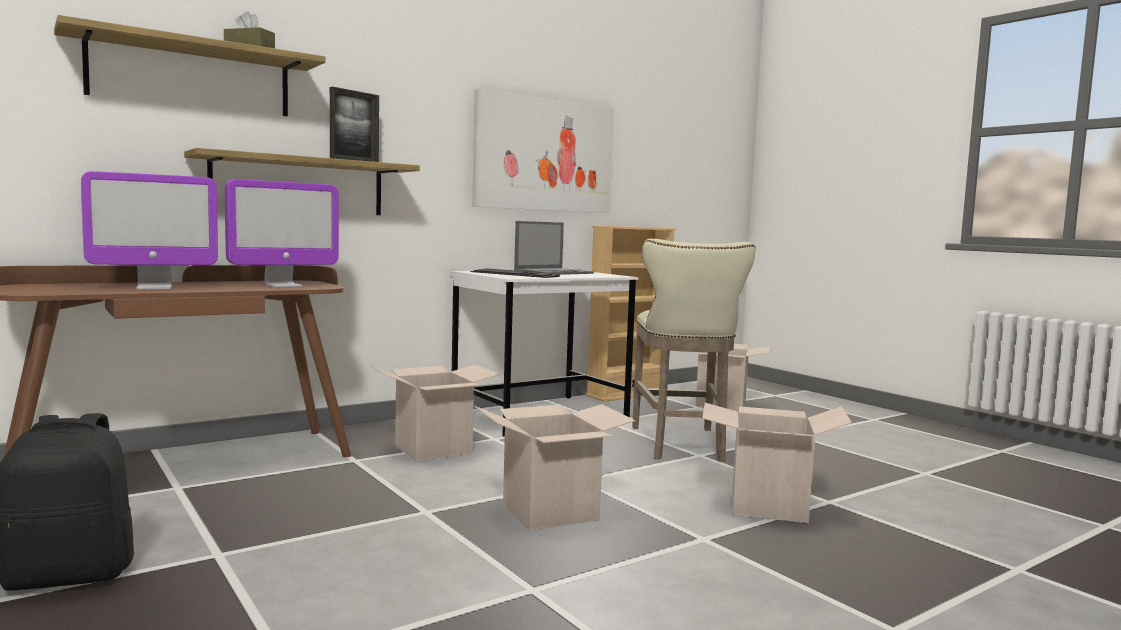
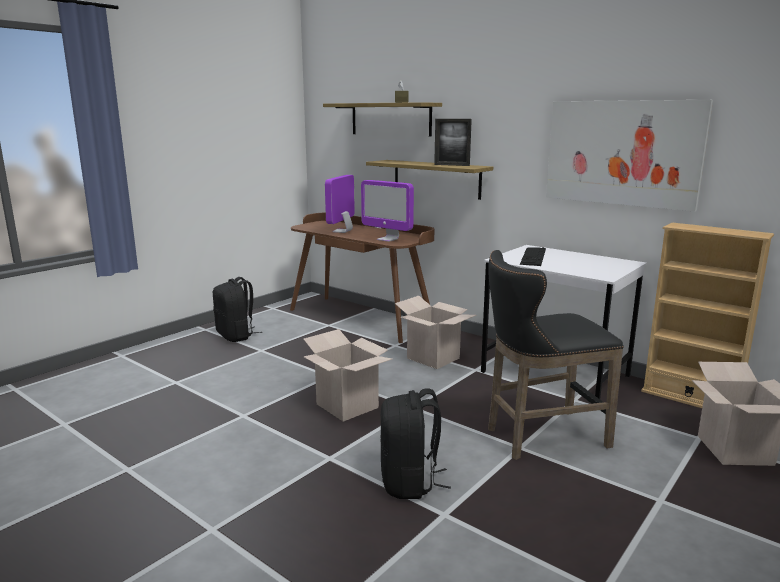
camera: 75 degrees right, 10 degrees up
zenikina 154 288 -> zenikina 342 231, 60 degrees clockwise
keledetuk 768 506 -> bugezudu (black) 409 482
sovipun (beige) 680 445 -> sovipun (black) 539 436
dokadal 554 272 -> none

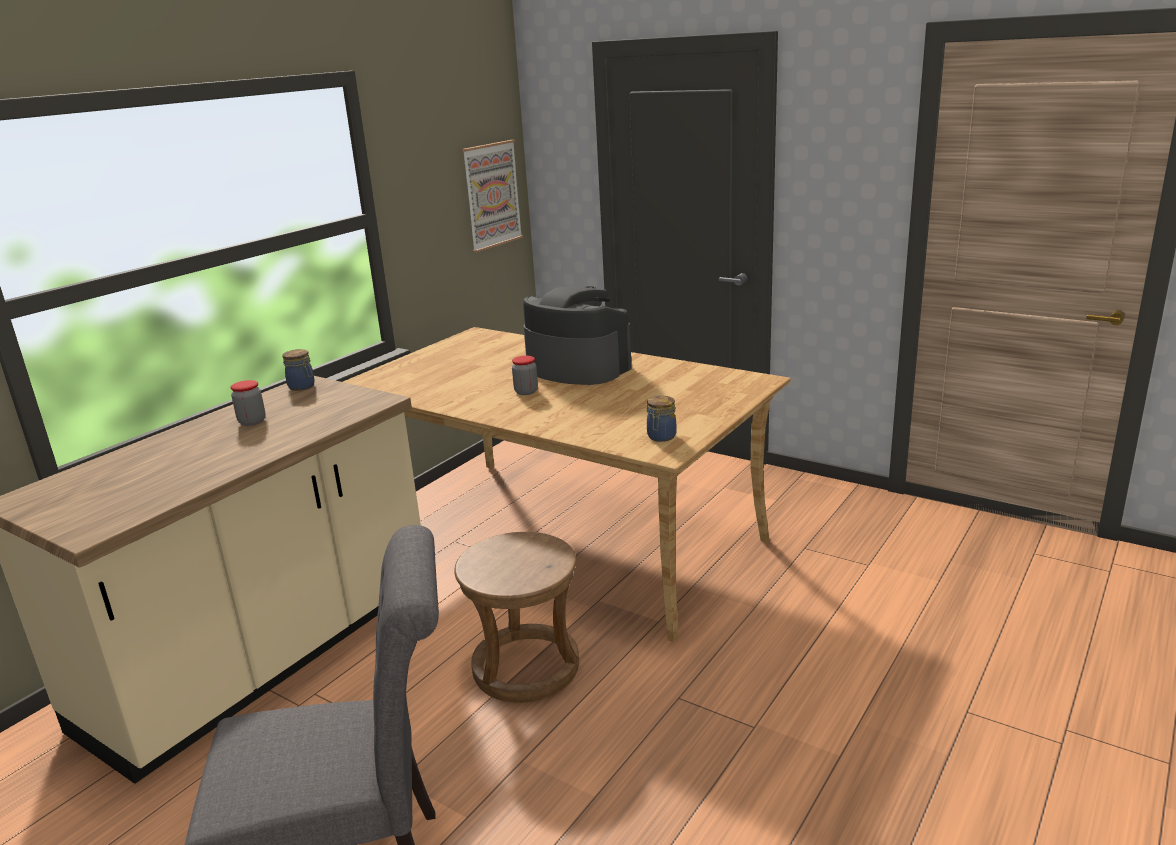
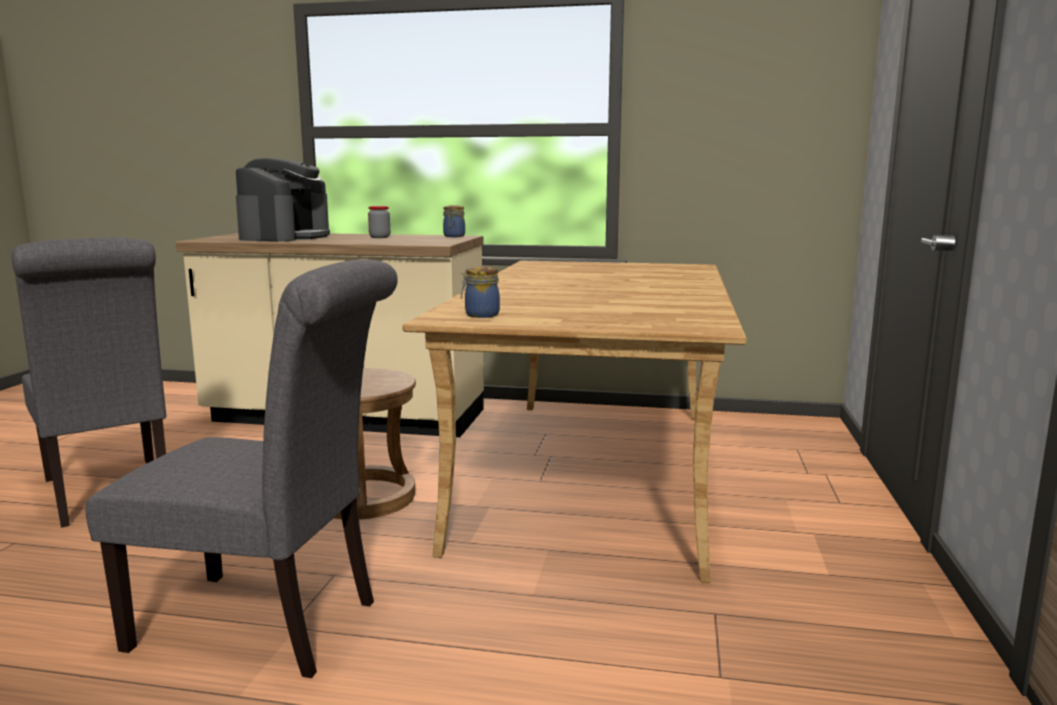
camera: 65 degrees right, 10 degrees down
none -> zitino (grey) 269 625
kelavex 577 368 -> kelavex 286 237, relocated
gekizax 491 195 -> none
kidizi 526 392 -> none

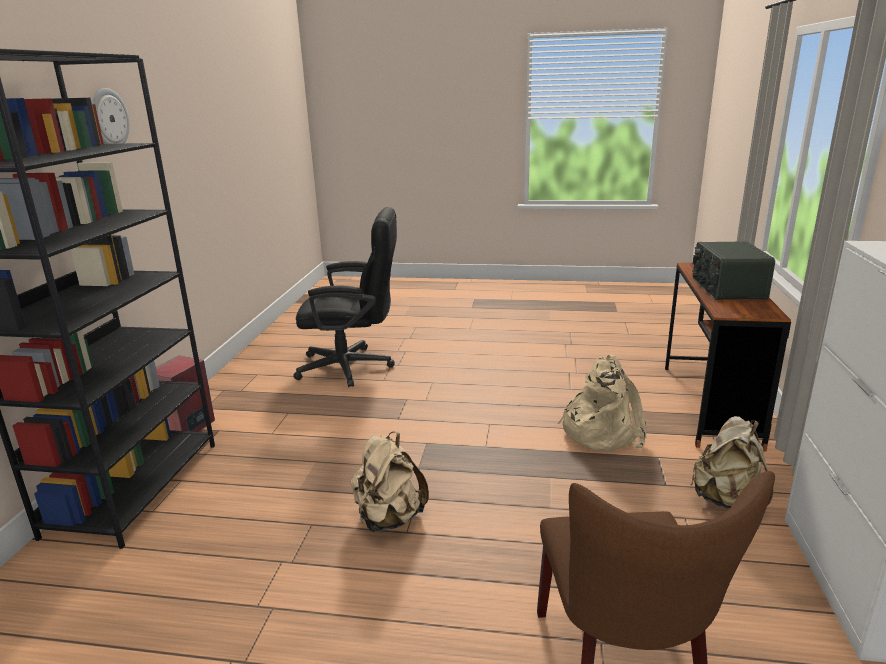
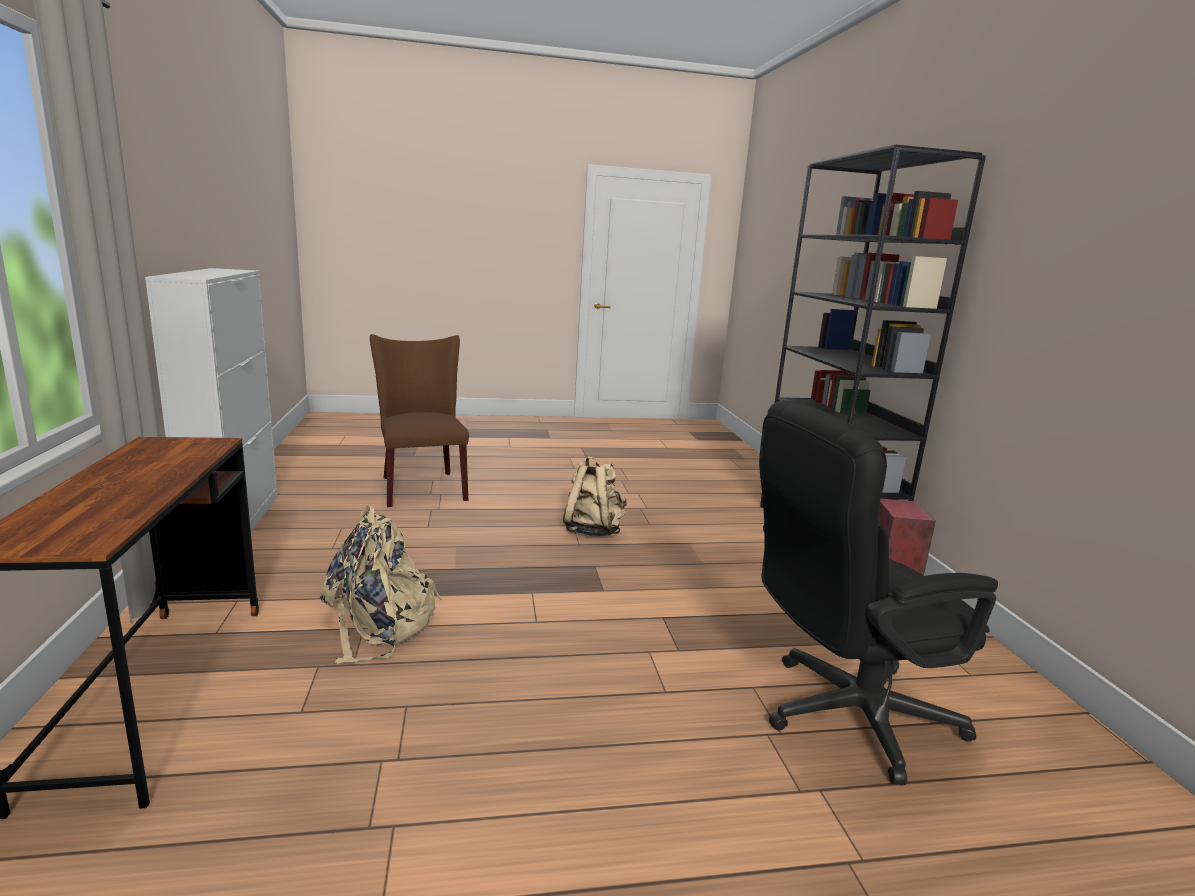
camera: 160 degrees right, 5 degrees down
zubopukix 108 119 -> none
bugezudu (beige) 727 500 -> none
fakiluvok 726 289 -> none

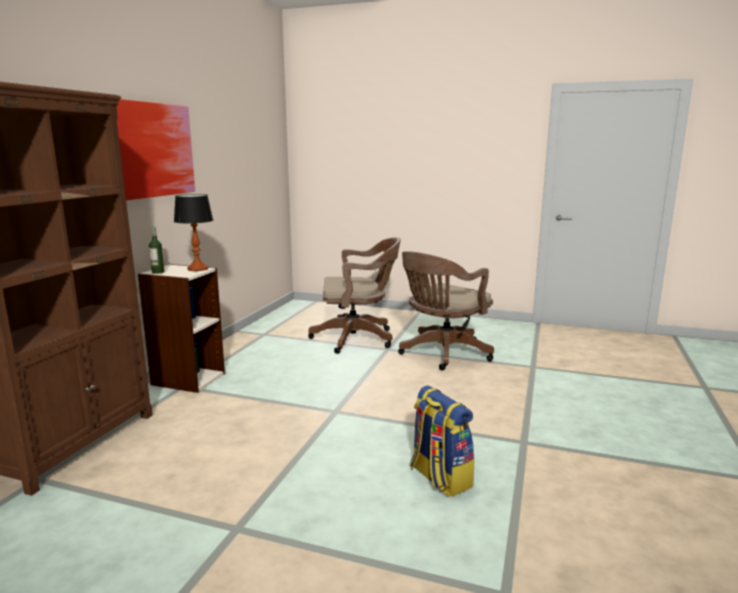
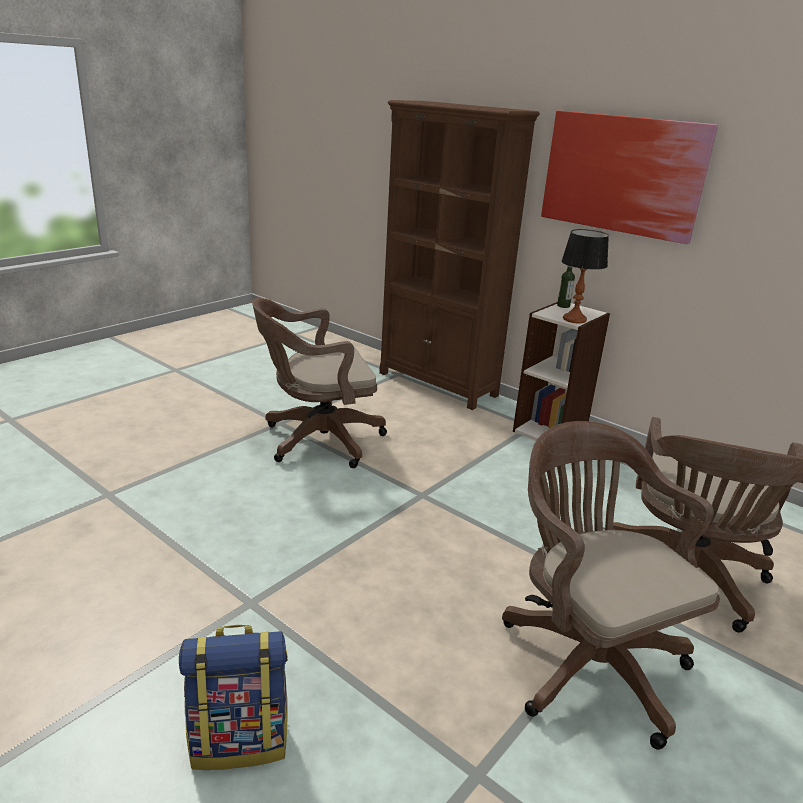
camera: 110 degrees right, 10 degrees up
bugezudu 439 478 -> bugezudu 240 740, relocated
none -> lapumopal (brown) 317 440

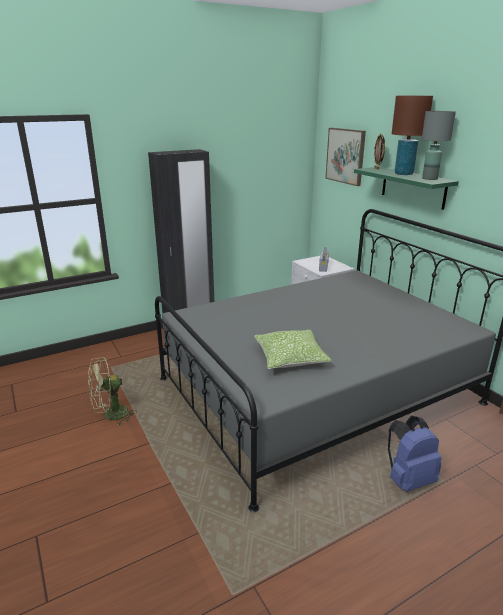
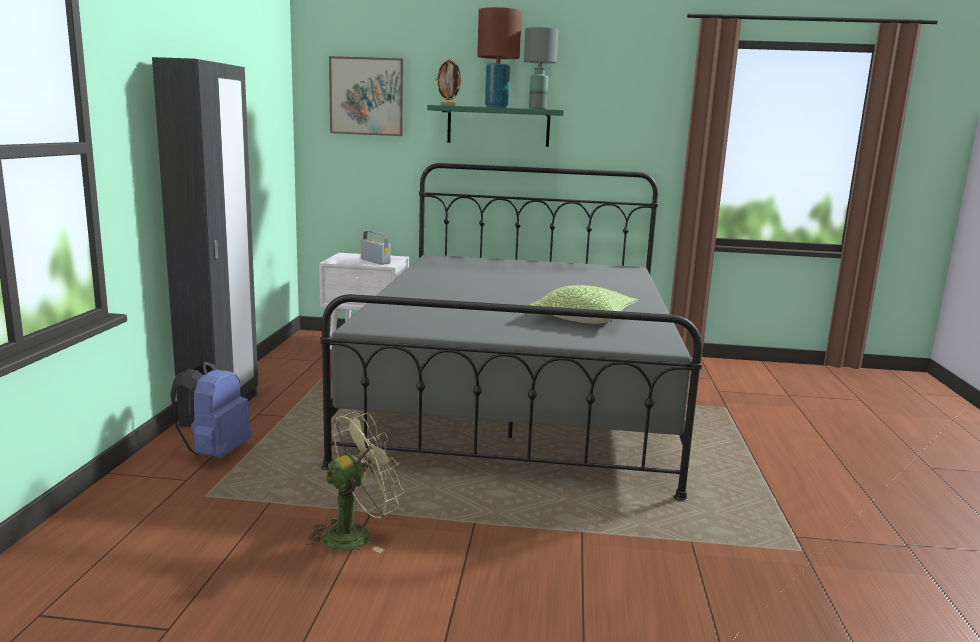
camera: 55 degrees left, 10 degrees down
bugezudu (blue) 408 479 -> bugezudu (blue) 215 453, relocated
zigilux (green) 110 415 -> zigilux (green) 356 534, 135 degrees counterclockwise

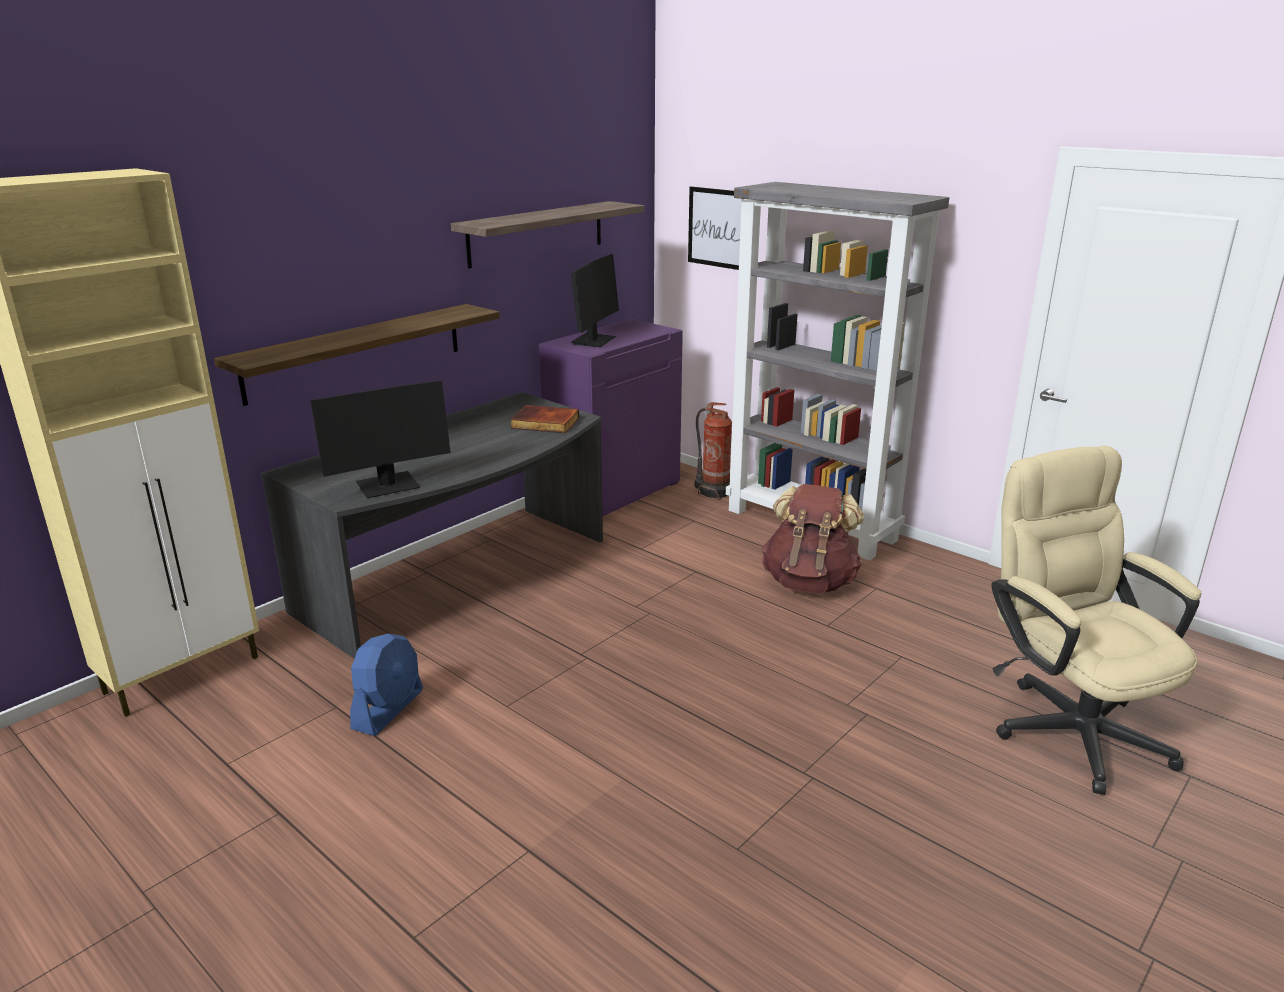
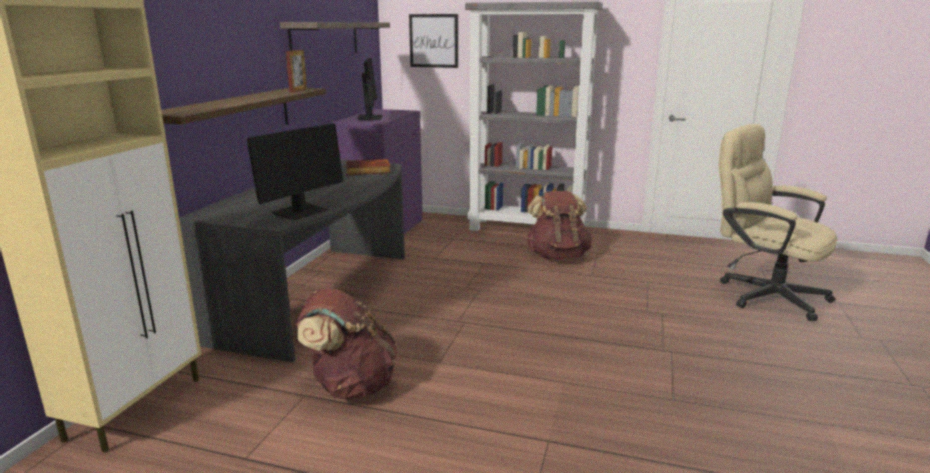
camera: 25 degrees left, 5 degrees down
none -> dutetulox 298 90
zigilux (blue) 388 709 -> bugezudu (brown) 350 386
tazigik 714 491 -> none

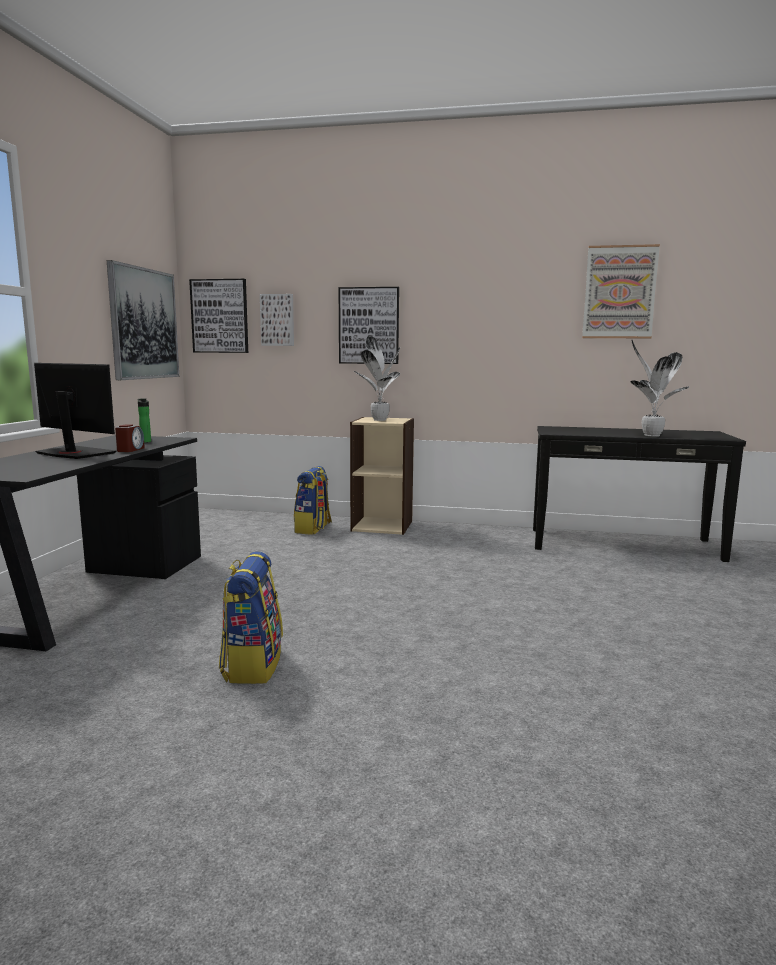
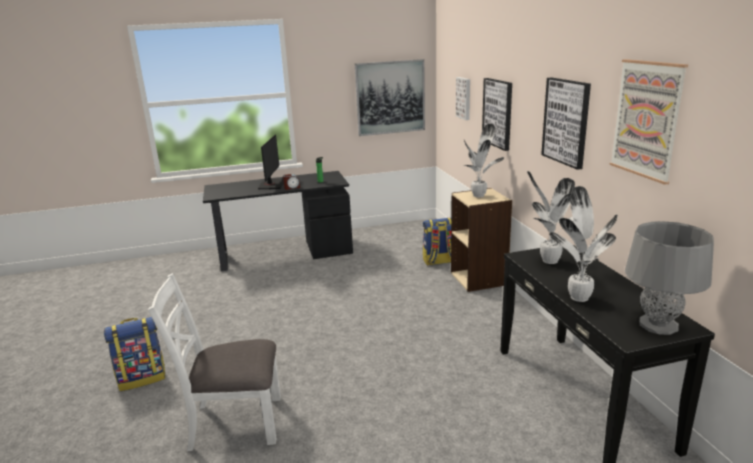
camera: 65 degrees right, 10 degrees up
bugezudu 252 665 -> bugezudu 142 378, relocated
none -> zitino (white) 235 422
none -> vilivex 548 261
gekizax 220 316 -> gekizax 566 121, relocated
none -> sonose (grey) 658 325

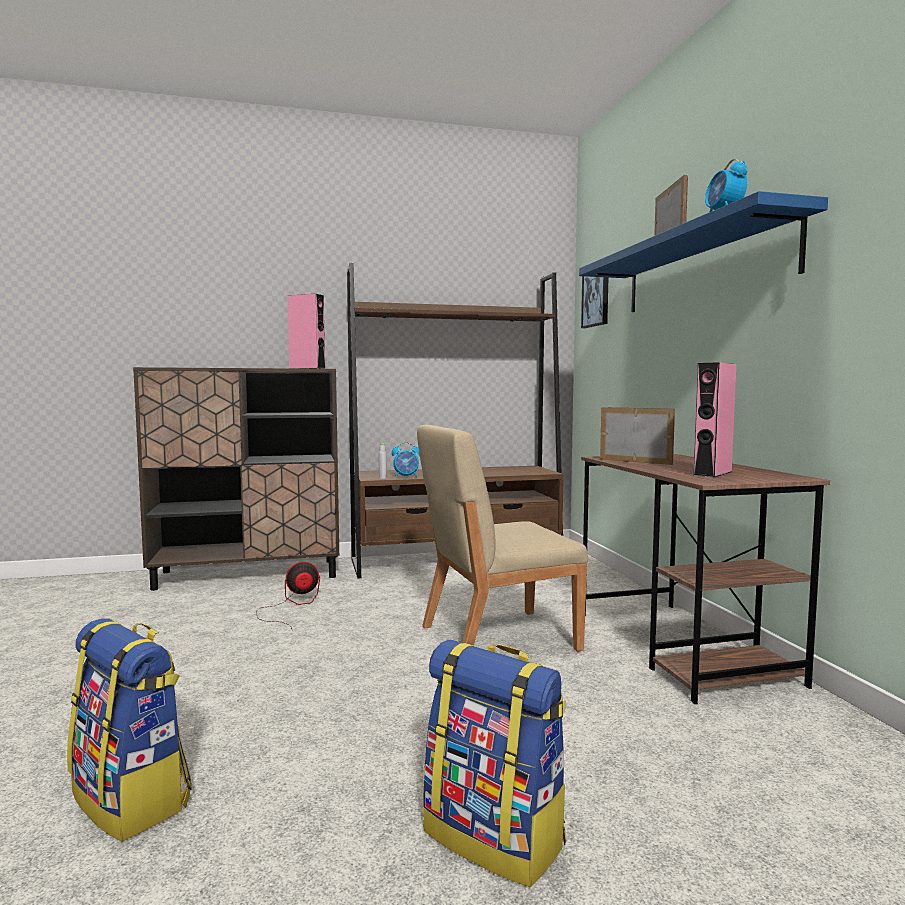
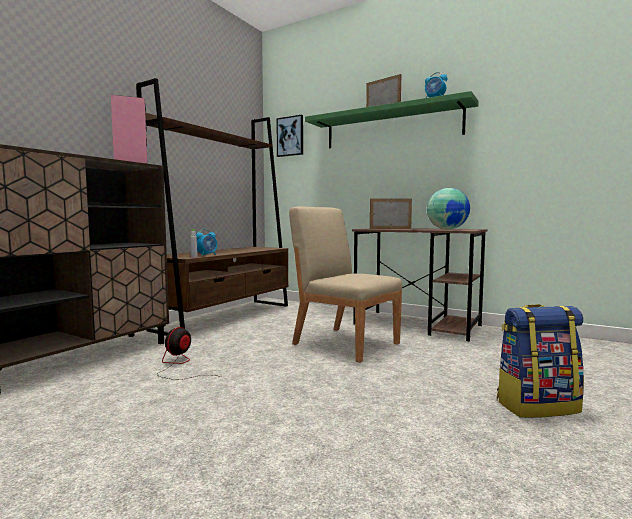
camera: 45 degrees left, 0 degrees up
zitino (beige) 496 637 -> zitino (beige) 345 343, 105 degrees clockwise
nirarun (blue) 702 269 -> nirarun (green) 391 127
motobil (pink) 712 473 -> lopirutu 447 229
bugezudu 133 799 -> none

